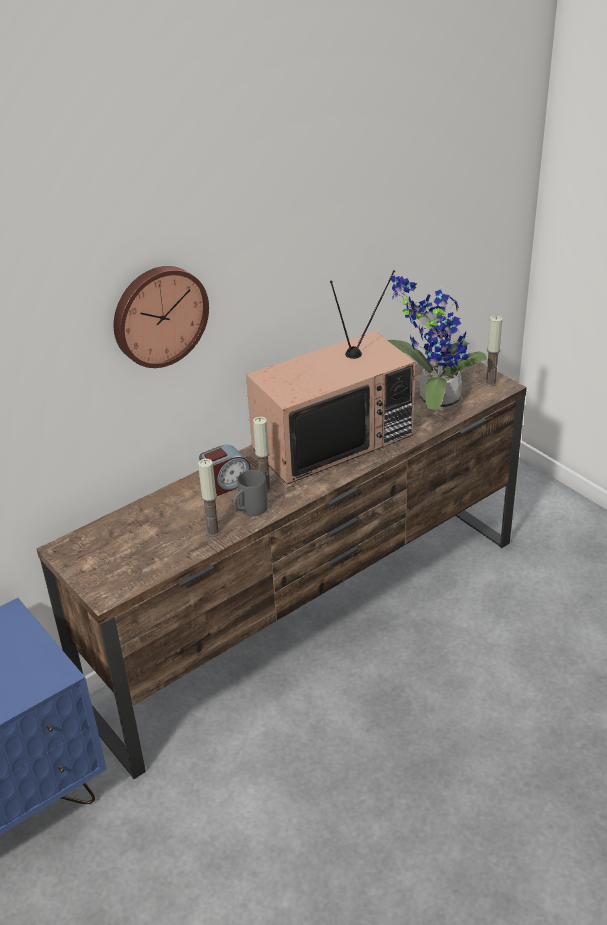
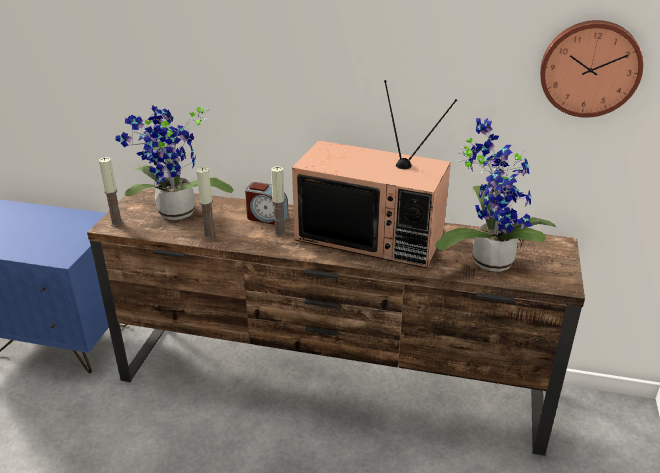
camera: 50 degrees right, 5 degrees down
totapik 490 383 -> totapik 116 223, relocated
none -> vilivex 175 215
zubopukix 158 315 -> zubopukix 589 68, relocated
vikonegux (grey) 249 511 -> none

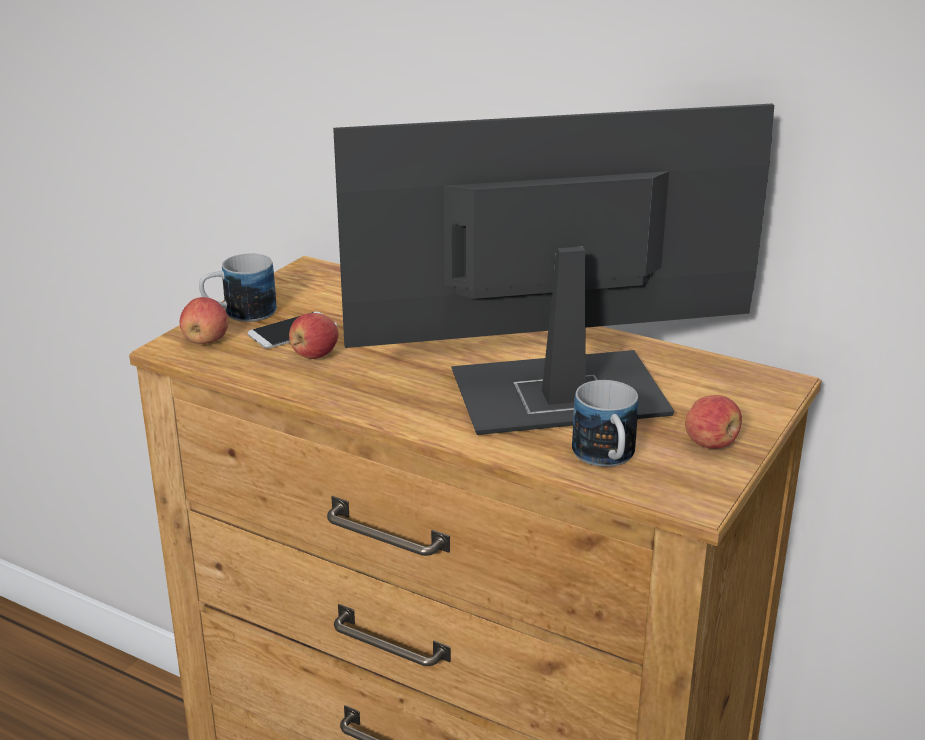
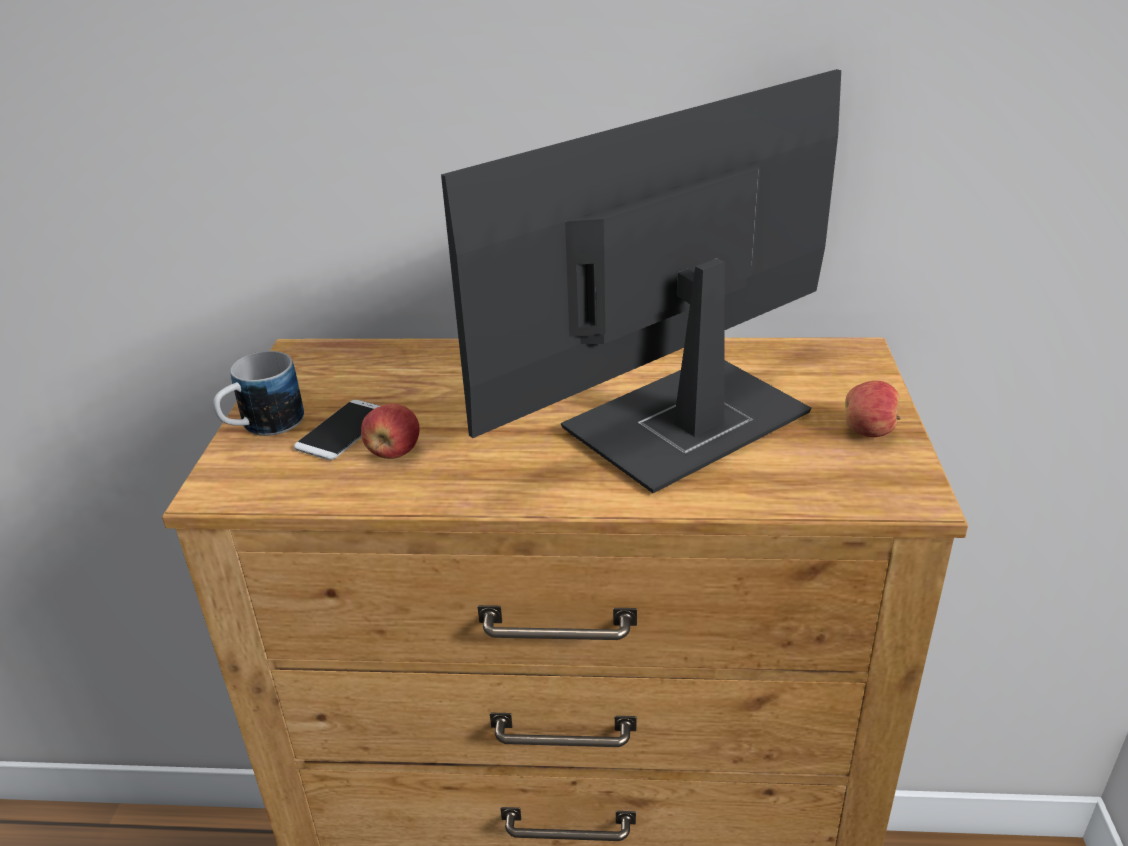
camera: 25 degrees left, 5 degrees up
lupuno 206 340 -> none
vikonegux 607 459 -> none

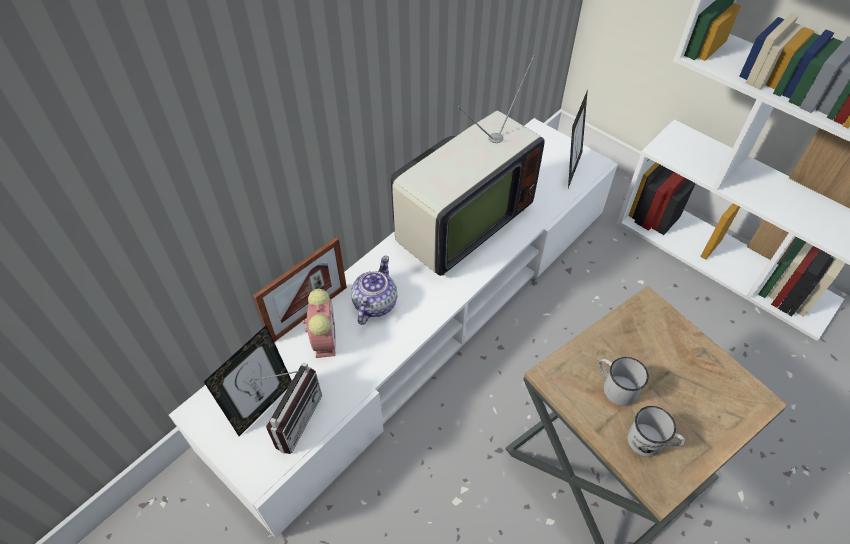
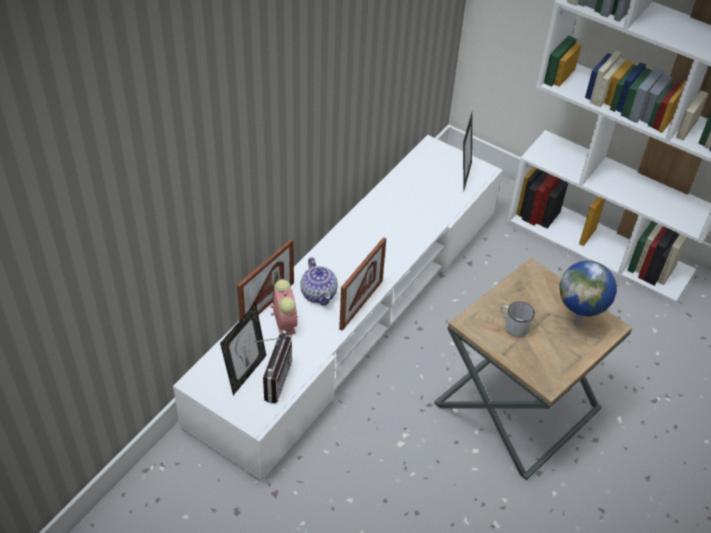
camera: 10 degrees left, 5 degrees down
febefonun 374 304 -> febefonun 319 293, 150 degrees clockwise
none -> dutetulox 361 304
none -> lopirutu 577 322
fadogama 458 224 -> none
vikonegux (white) 651 442 -> none

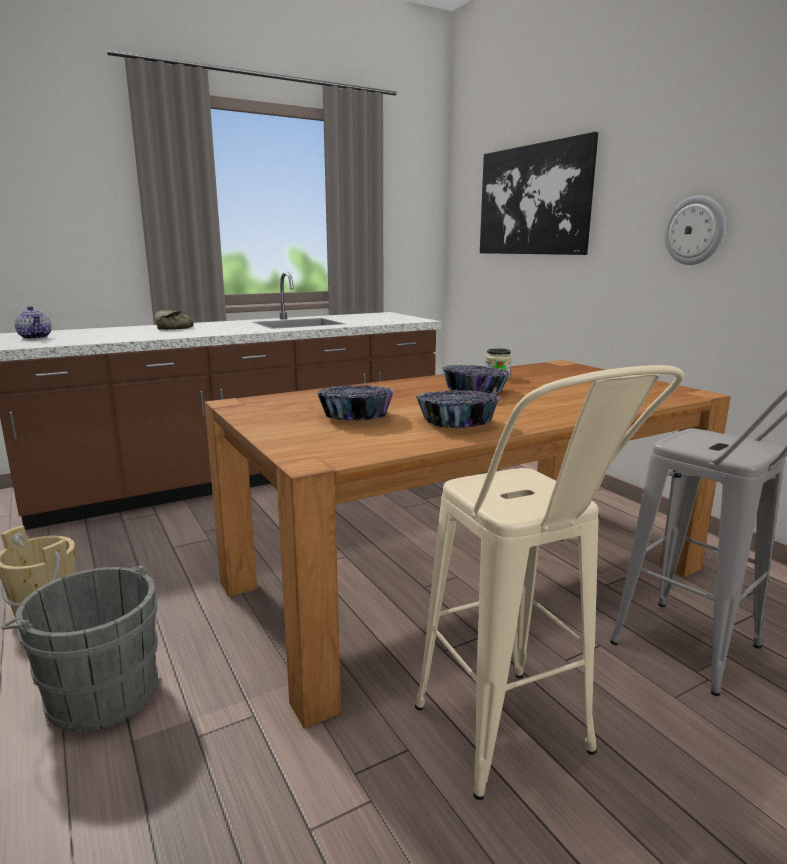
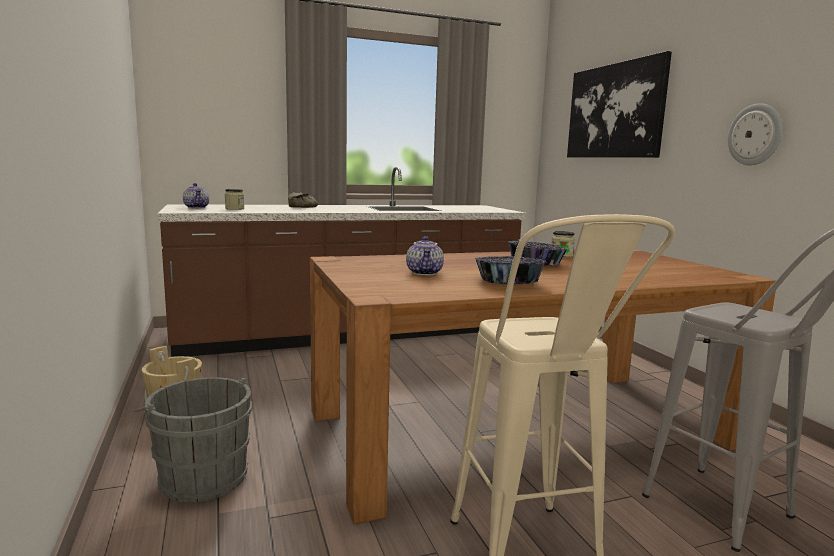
camera: 10 degrees right, 5 degrees down
none -> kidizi 234 209
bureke 356 416 -> febefonun 425 273

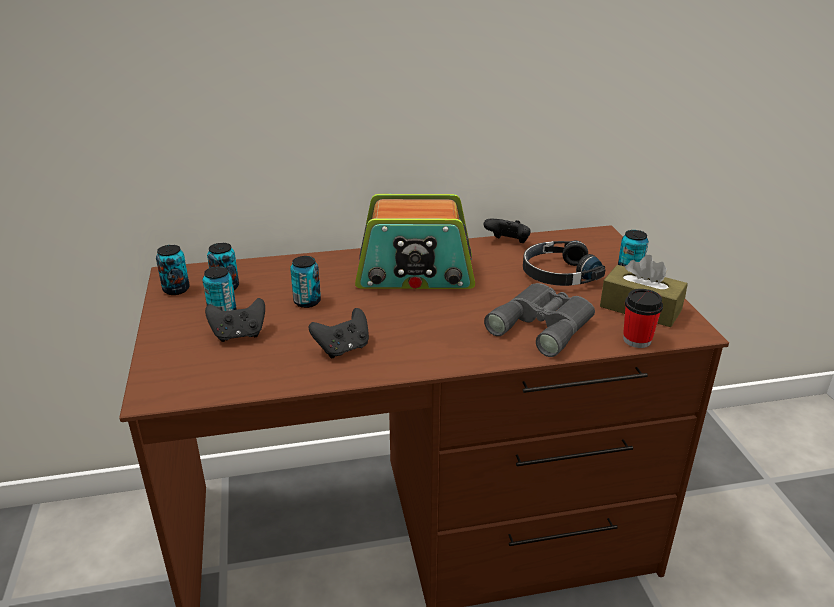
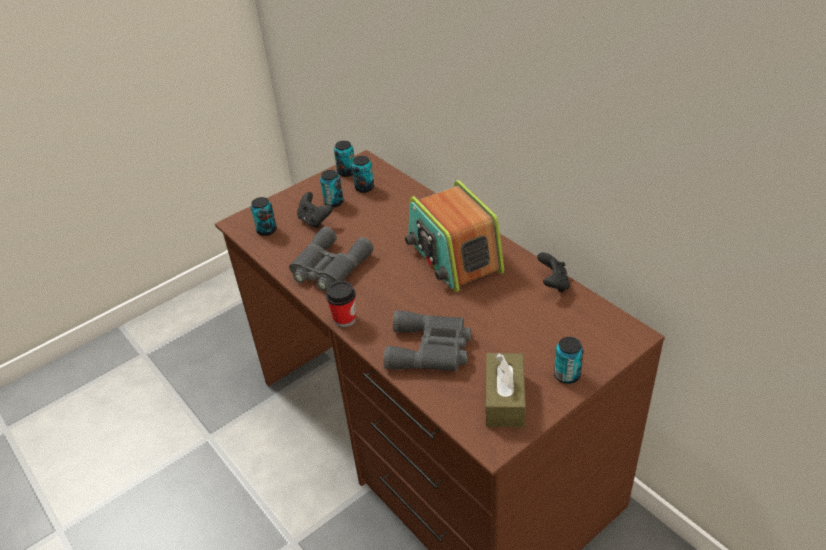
camera: 65 degrees right, 10 degrees up
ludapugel 307 302 -> ludapugel 266 230, relocated
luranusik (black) 343 349 -> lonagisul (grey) 328 267
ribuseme 637 340 -> ribuseme 344 319, relocated
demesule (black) 558 274 -> none

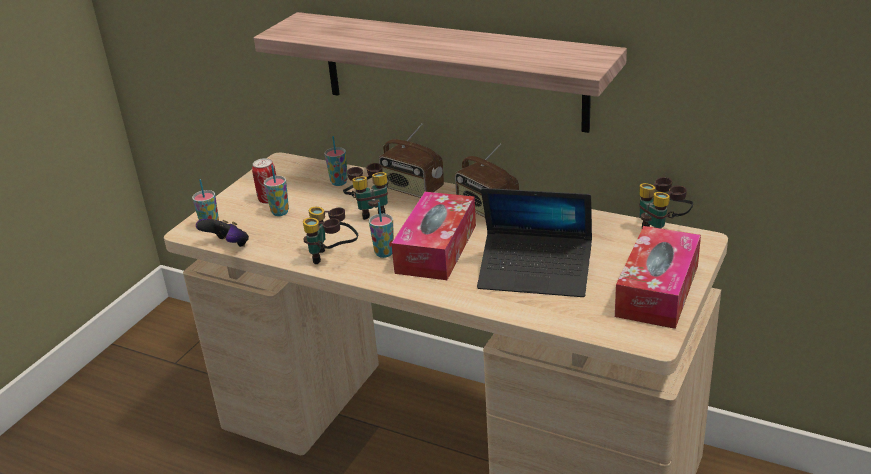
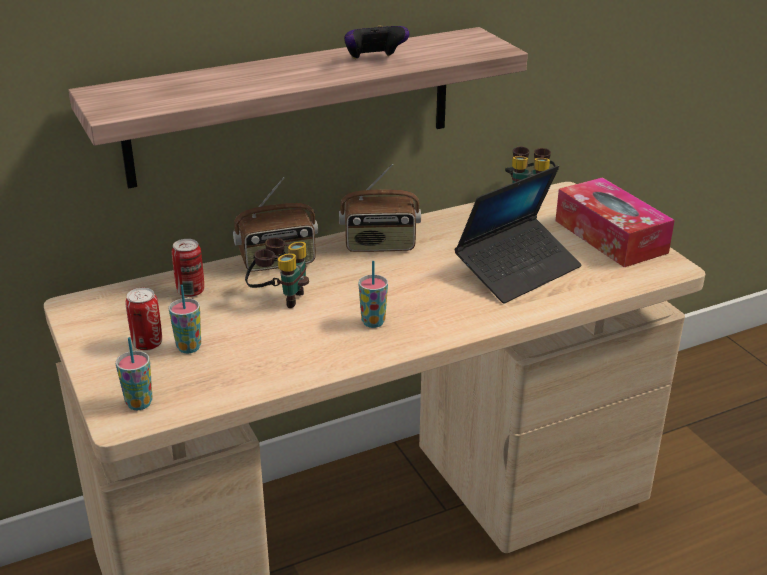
camera: 55 degrees left, 0 degrees up
ribuseme 339 182 -> ludapugel 190 291
luranusik 228 246 -> luranusik 374 60, relocated
lonagisul 333 258 -> none
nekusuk 436 249 -> none

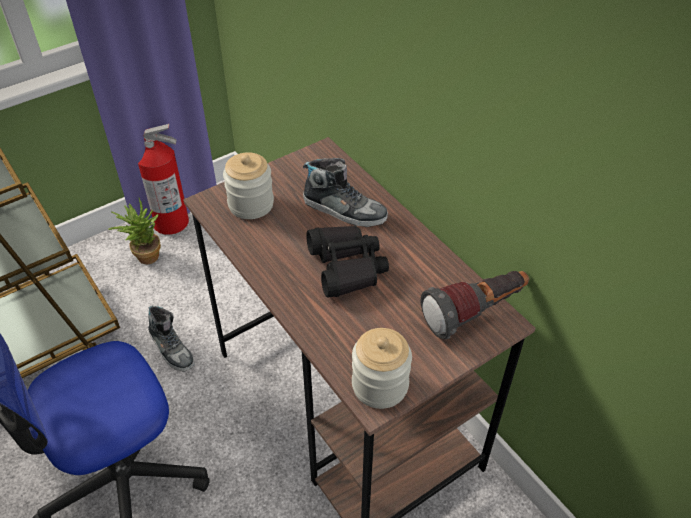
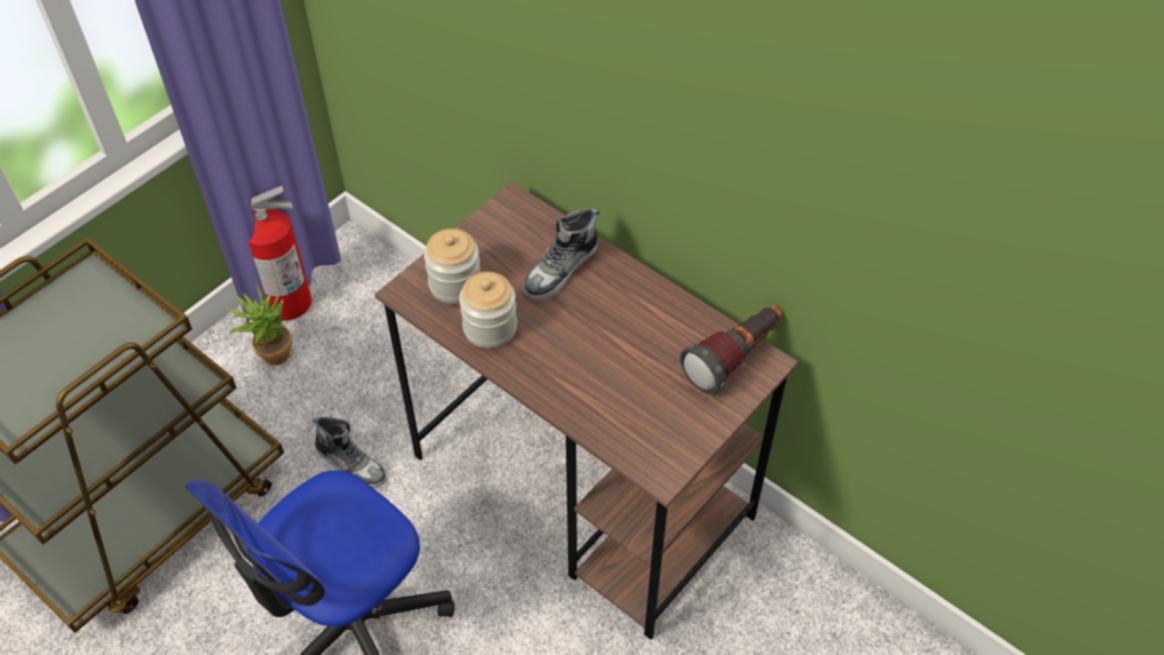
camera: 15 degrees left, 5 degrees up
kidizi 380 385 -> kidizi 490 328, relocated
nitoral 344 209 -> nitoral 561 269, 120 degrees clockwise
lonagisul (black) 347 267 -> none

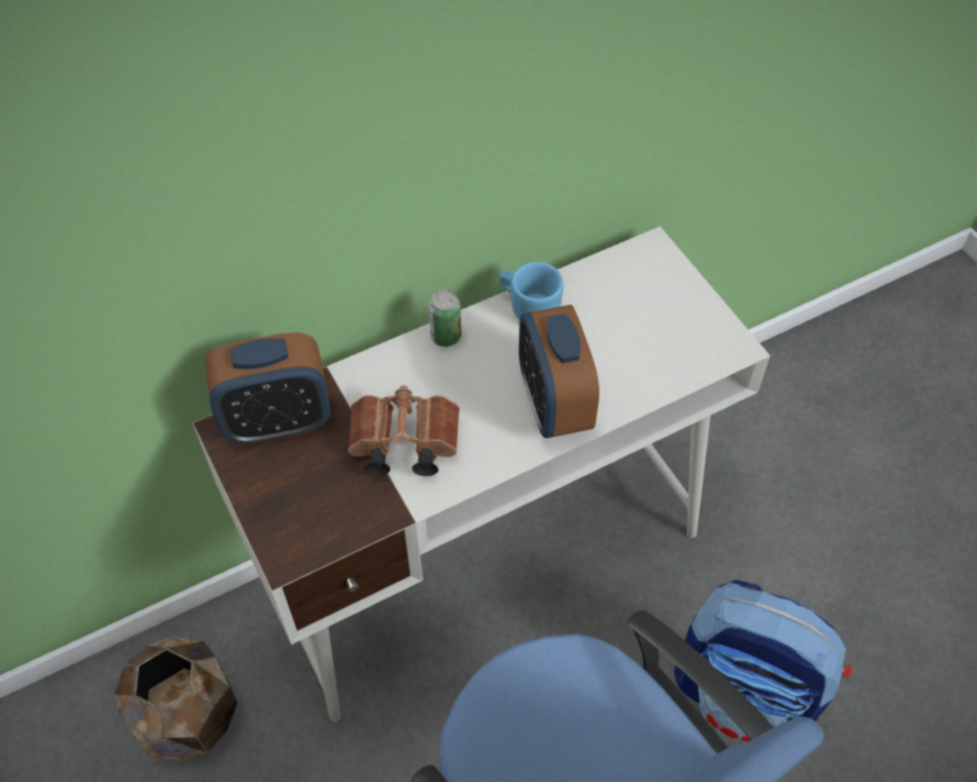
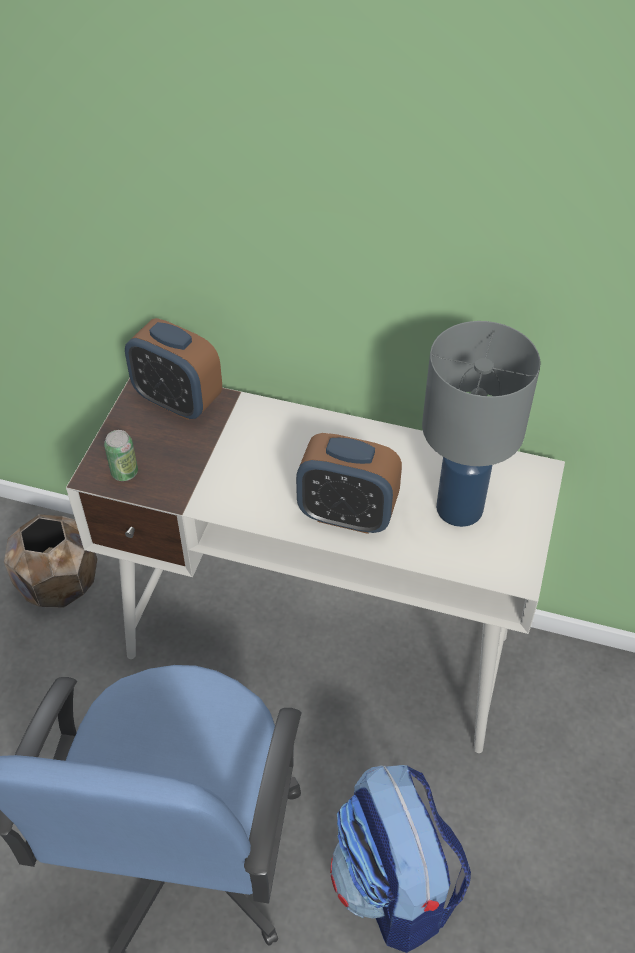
camera: 45 degrees right, 5 degrees down
ludapugel 446 336 -> ludapugel 124 472, relocated
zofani 554 404 -> zofani 347 514, 105 degrees counterclockwise
none -> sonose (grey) 458 509
lonagisul (brown) 401 444 -> none
vikonegux (blue) 529 307 -> none

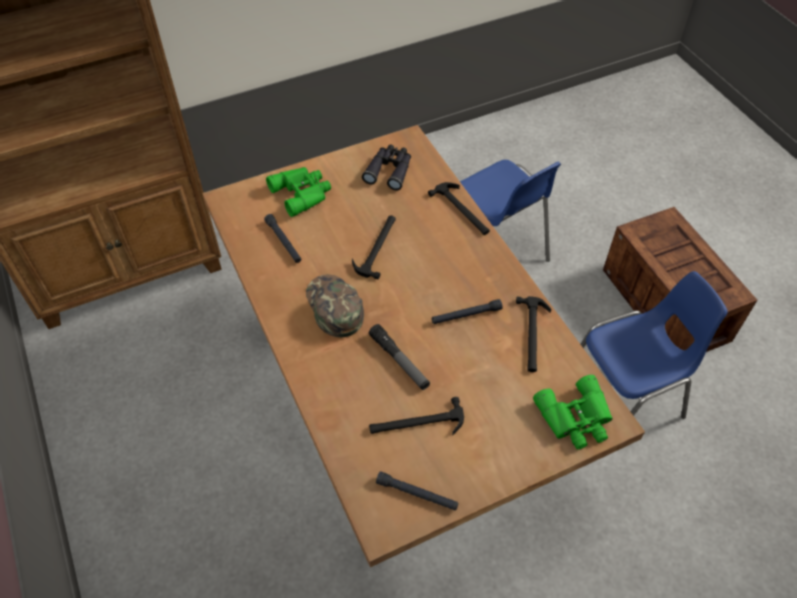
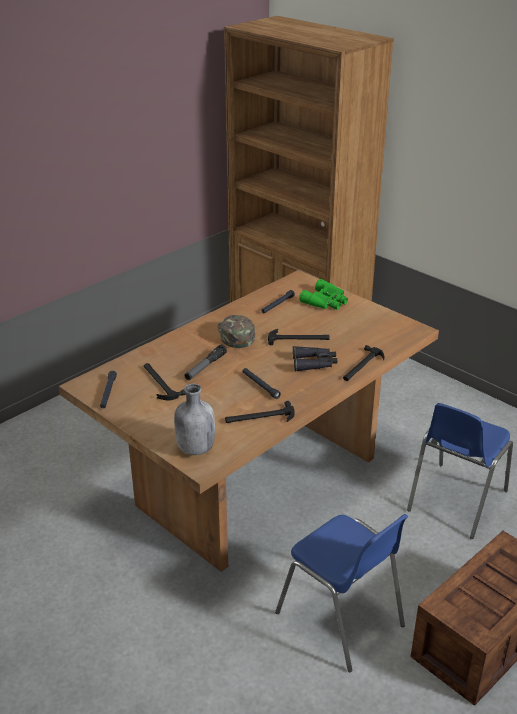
camera: 70 degrees right, 20 degrees down
lonagisul (green) 576 419 -> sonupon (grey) 195 448
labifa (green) 334 307 -> labifa (green) 235 334, 60 degrees counterclockwise
lonagisul (black) 389 170 -> lonagisul (black) 314 363, relocated

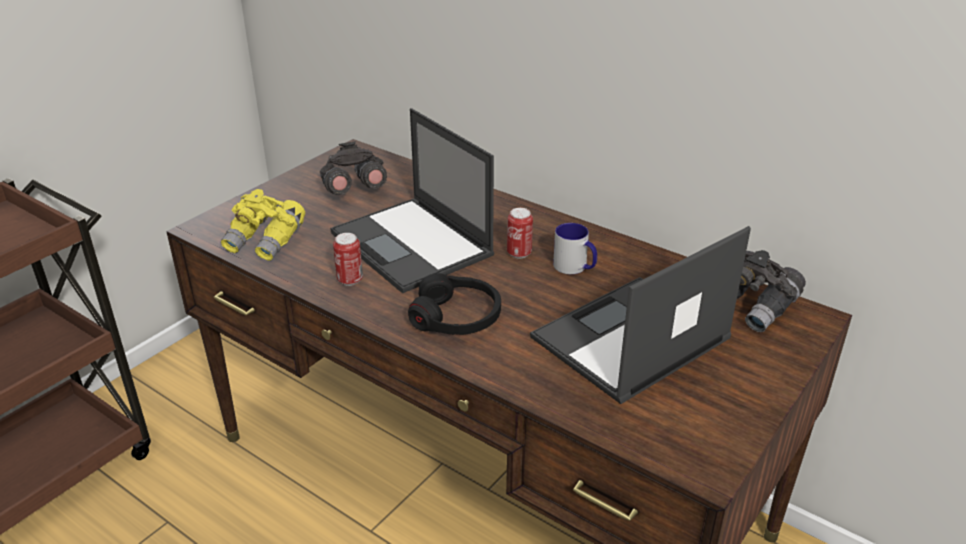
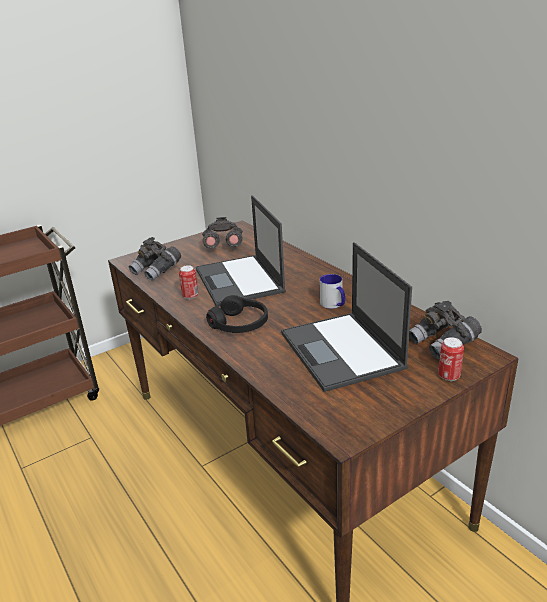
camera: 20 degrees right, 5 degrees down
lonagisul (yellow) 266 242 -> lonagisul (grey) 157 271
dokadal 629 339 -> dokadal 342 351, 90 degrees counterclockwise
ludapugel 519 253 -> ludapugel 449 376, relocated

